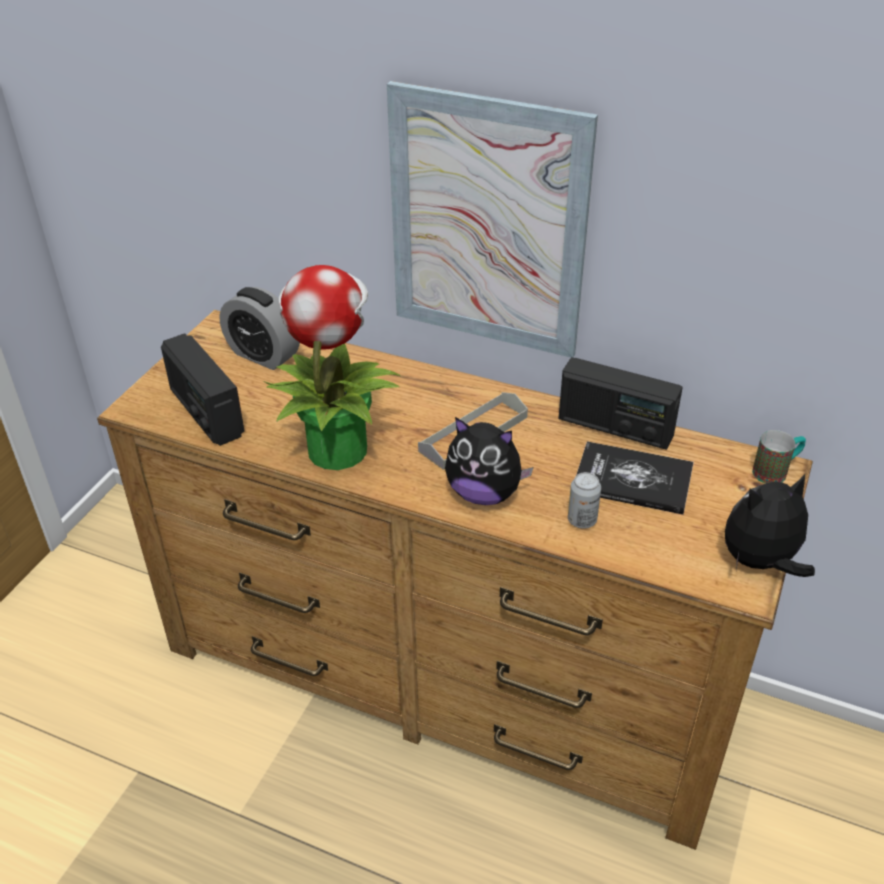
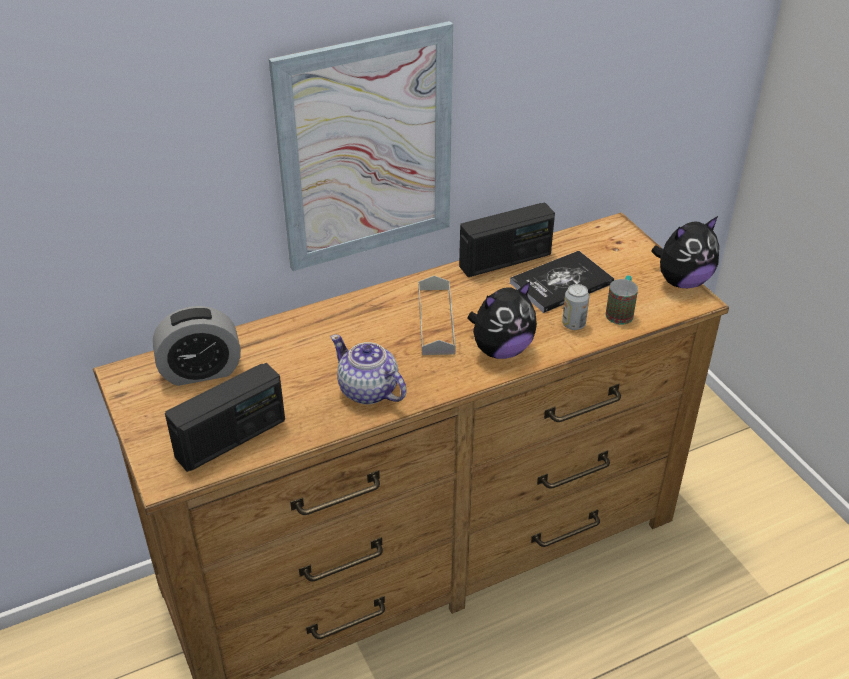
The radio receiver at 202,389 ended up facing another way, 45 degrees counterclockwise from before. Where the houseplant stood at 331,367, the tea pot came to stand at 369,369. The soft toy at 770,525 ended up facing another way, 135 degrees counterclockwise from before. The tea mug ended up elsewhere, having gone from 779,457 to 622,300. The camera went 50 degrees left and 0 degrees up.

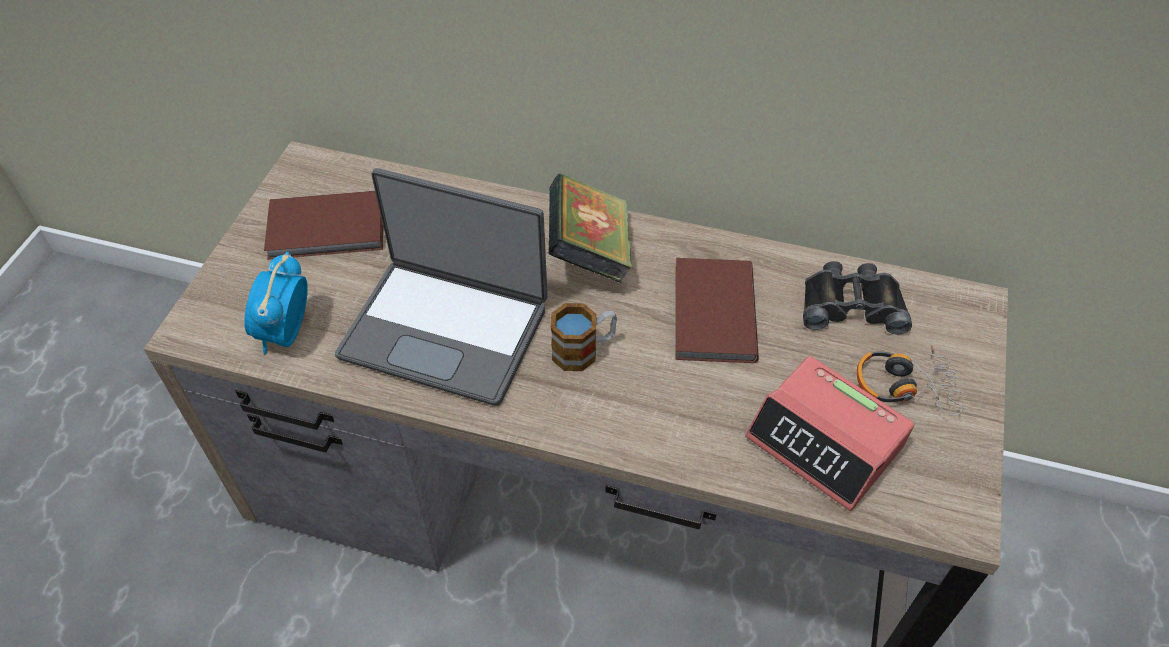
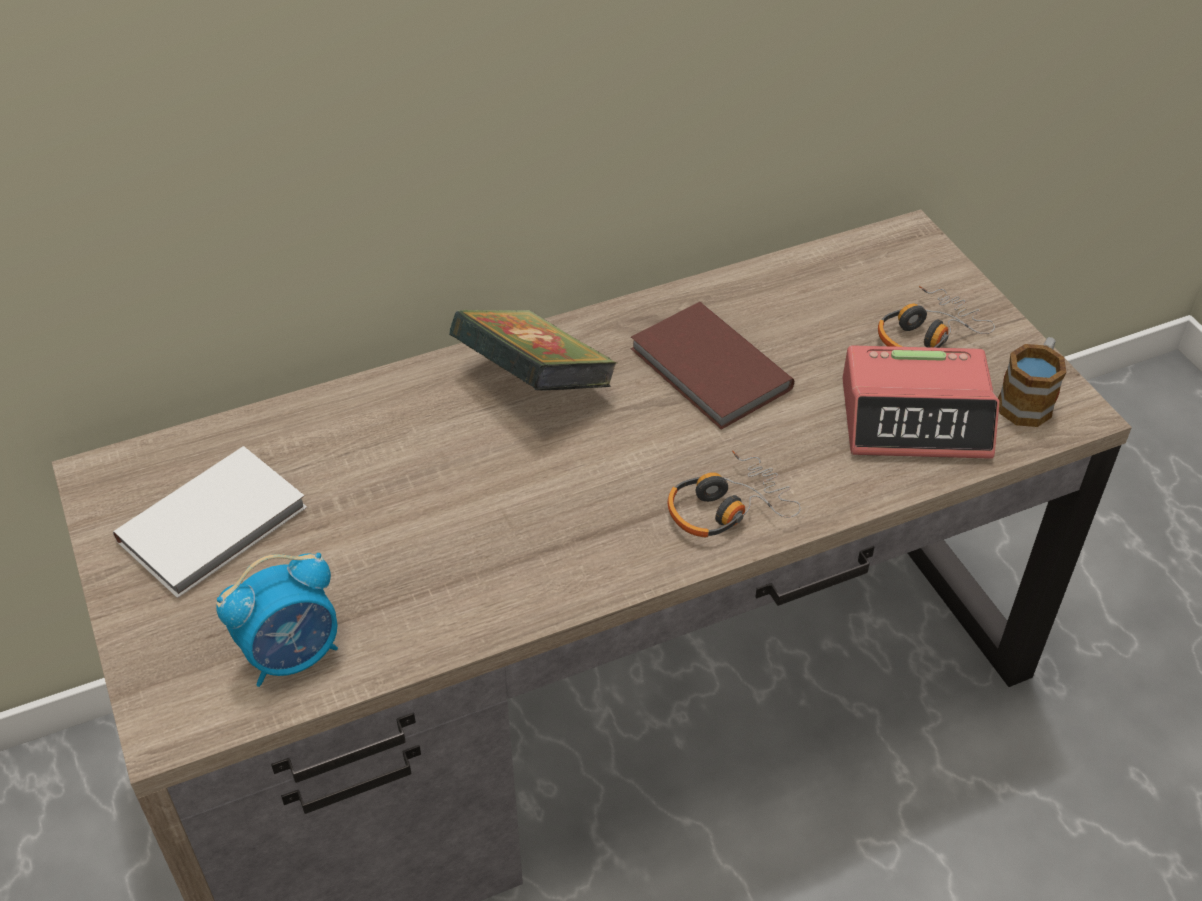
The bedside clock at 276,303 ended up facing another way, 90 degrees counterclockwise from before. What was the bound book (brown-coloured) at 323,225 turned into the bound book (white) at 210,522. The second view lost the laptop at 441,287. The tea mug ended up elsewhere, having gone from 583,337 to 1032,382. The second view lost the pair of binoculars (black) at 857,298. The second view gained the pair of headphones at 734,493. The camera went 40 degrees left and 5 degrees down.

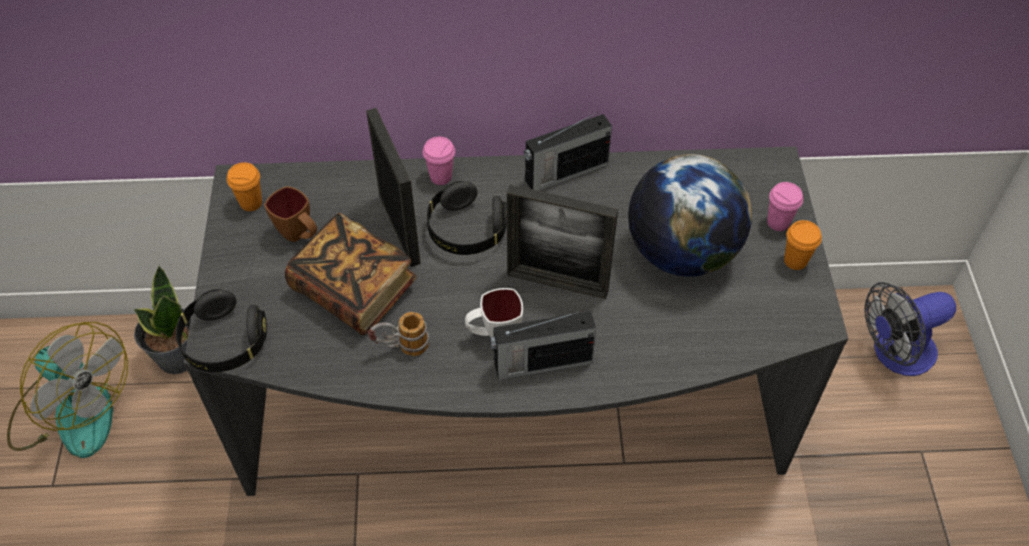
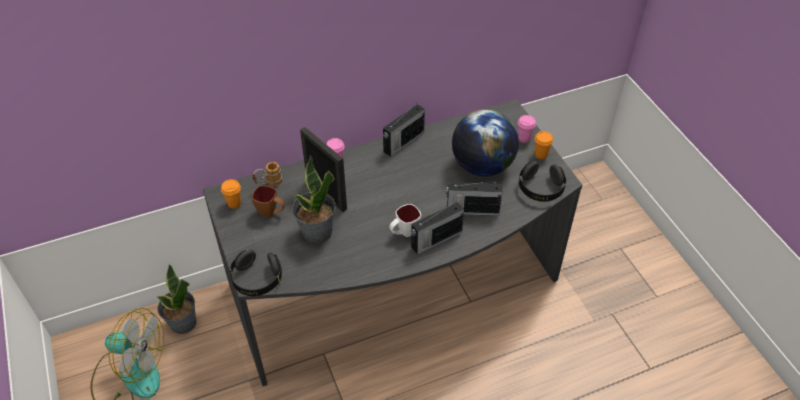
Where the bound book stood at 351,274, the houseplant came to stand at 314,199. The tea mug ended up elsewhere, having gone from 398,334 to 267,174. The pair of headphones (black) ended up elsewhere, having gone from 466,218 to 542,181. The second view lost the photo frame at 562,242. The second view lost the fan at 910,329. The second view gained the radio receiver at 474,198. The camera went 20 degrees left and 5 degrees down.

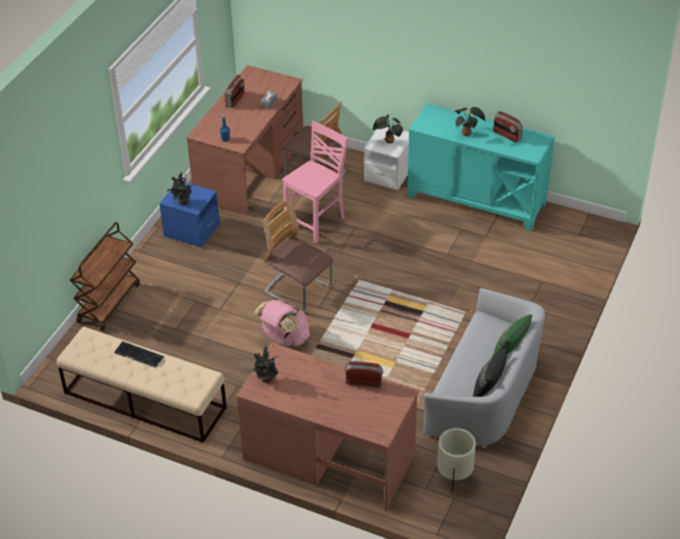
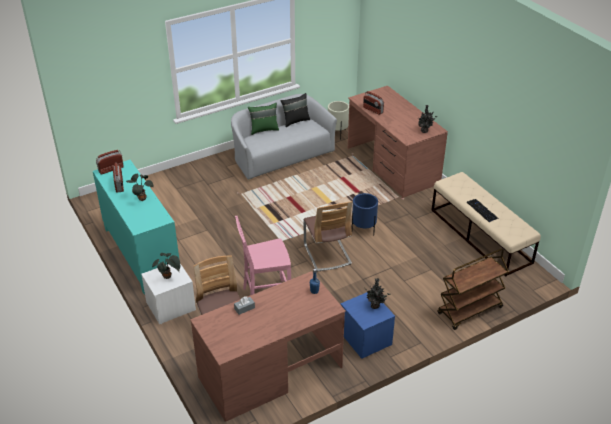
The radio receiver ended up elsewhere, having gone from 235,91 to 110,162. Where the backpack (pink) stood at 282,323, the planter (bluish) came to stand at 365,214. The camera went 145 degrees left and 5 degrees down.

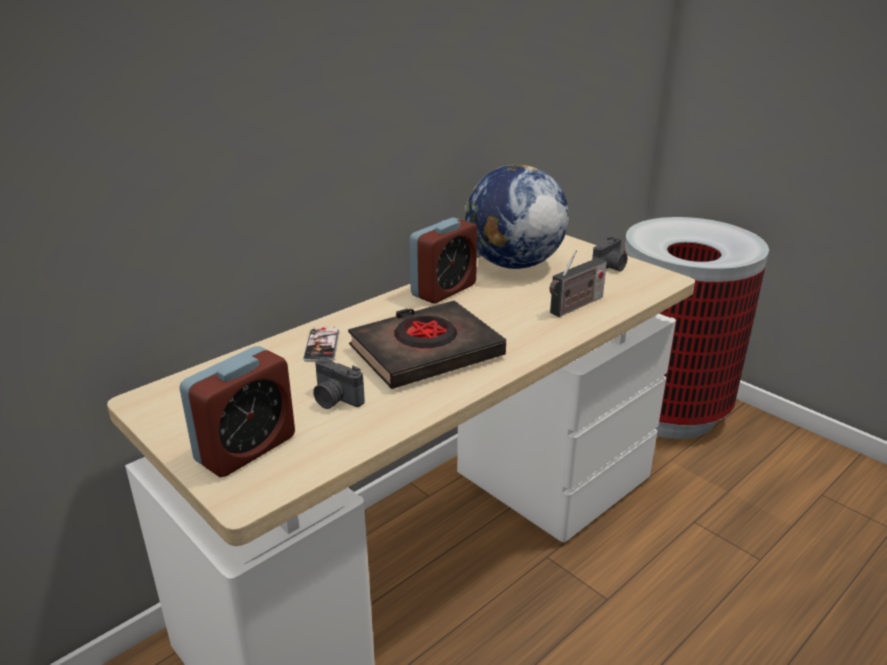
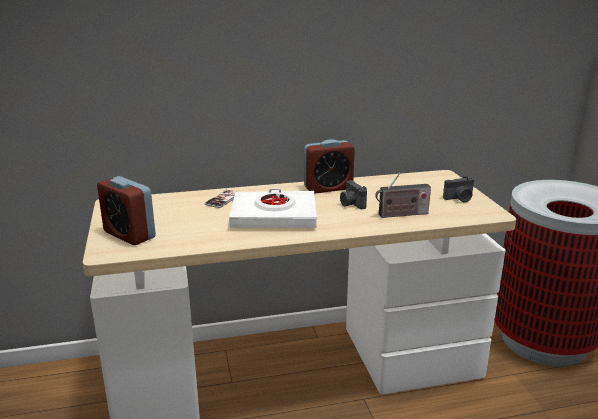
The bedside clock at 237,411 ended up facing another way, 60 degrees clockwise from before. The still camera ended up elsewhere, having gone from 339,383 to 353,194. What was the bound book (black) at 427,344 turned into the bound book (white) at 273,208. The second view lost the world globe at 516,216. The camera went 30 degrees right and 5 degrees down.

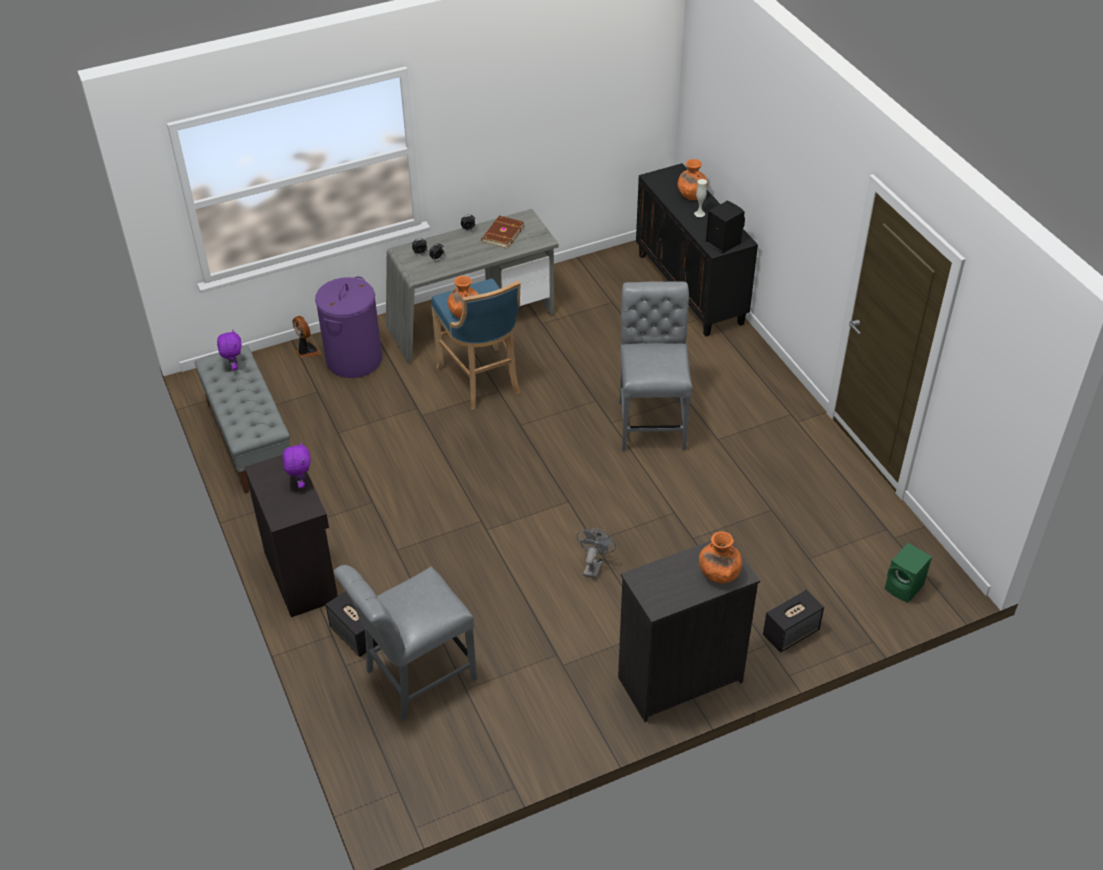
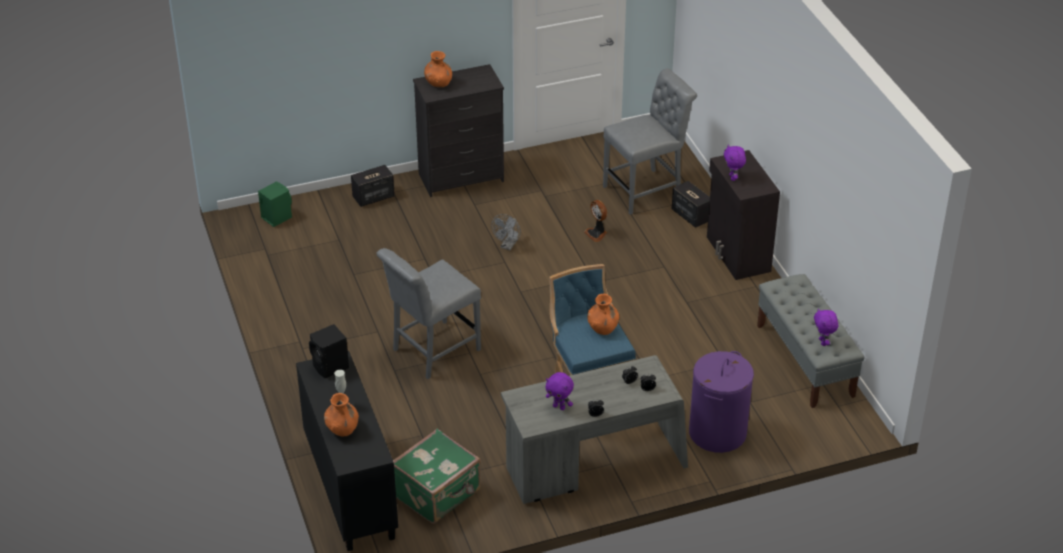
The fan ended up elsewhere, having gone from 306,337 to 595,221. Where the bound book (brown-coloured) stood at 502,232, the soft toy (purple-coloured) came to stand at 560,391. The chair (gray) at 655,366 ended up facing another way, 45 degrees clockwise from before. The second view gained the travel case (greenish) at 437,476. The camera went 175 degrees left and 5 degrees down.

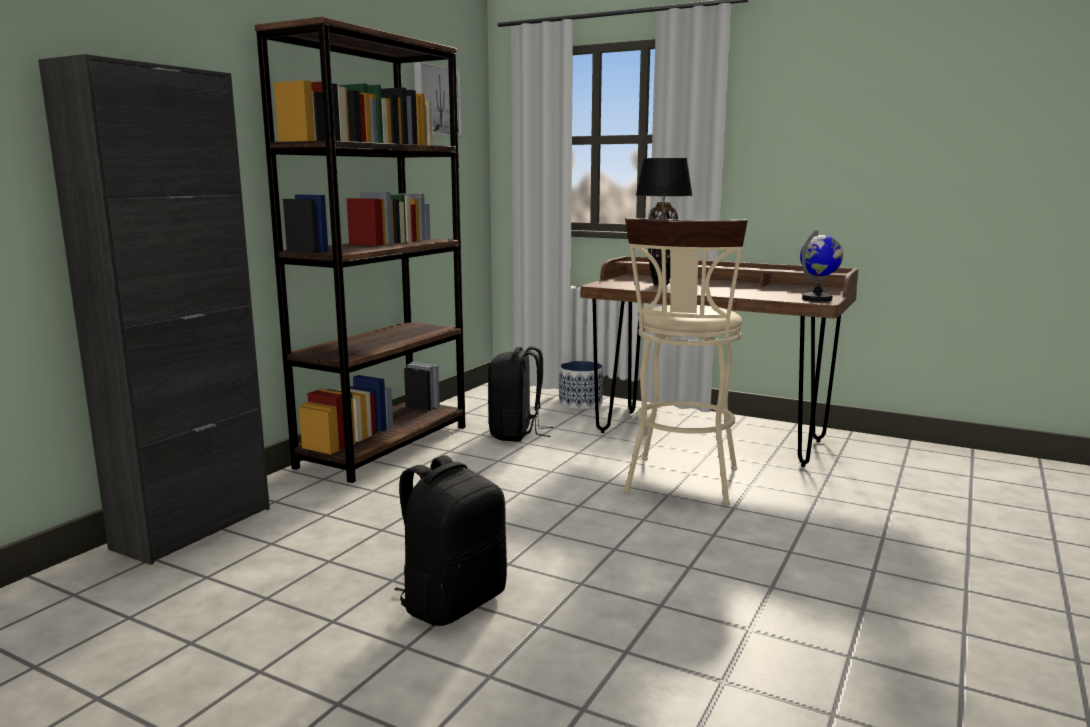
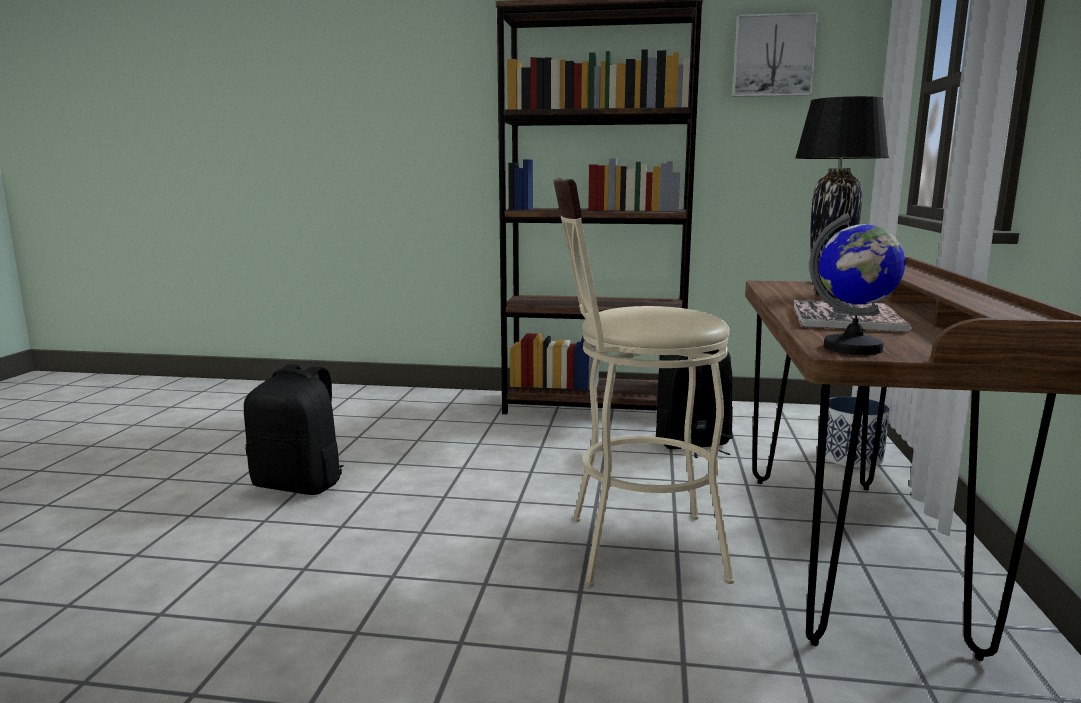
The second view lost the cupboard (black) at 154,309. The second view gained the bound book at 852,316. The camera went 70 degrees right and 0 degrees up.

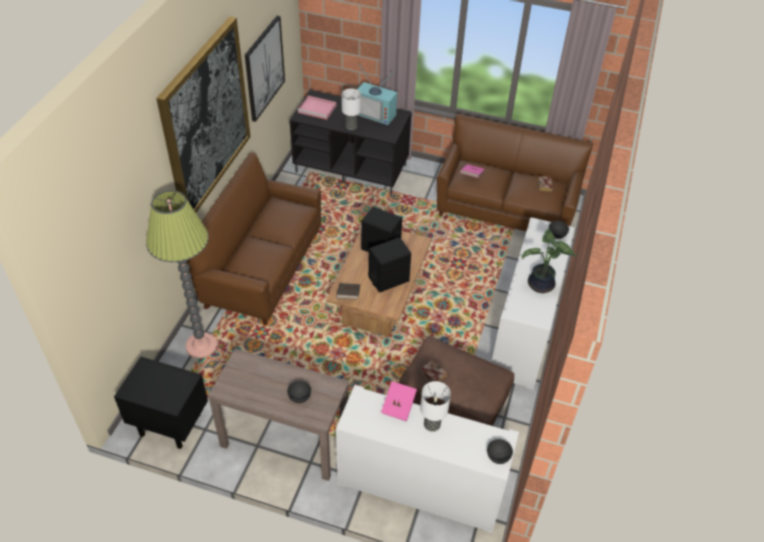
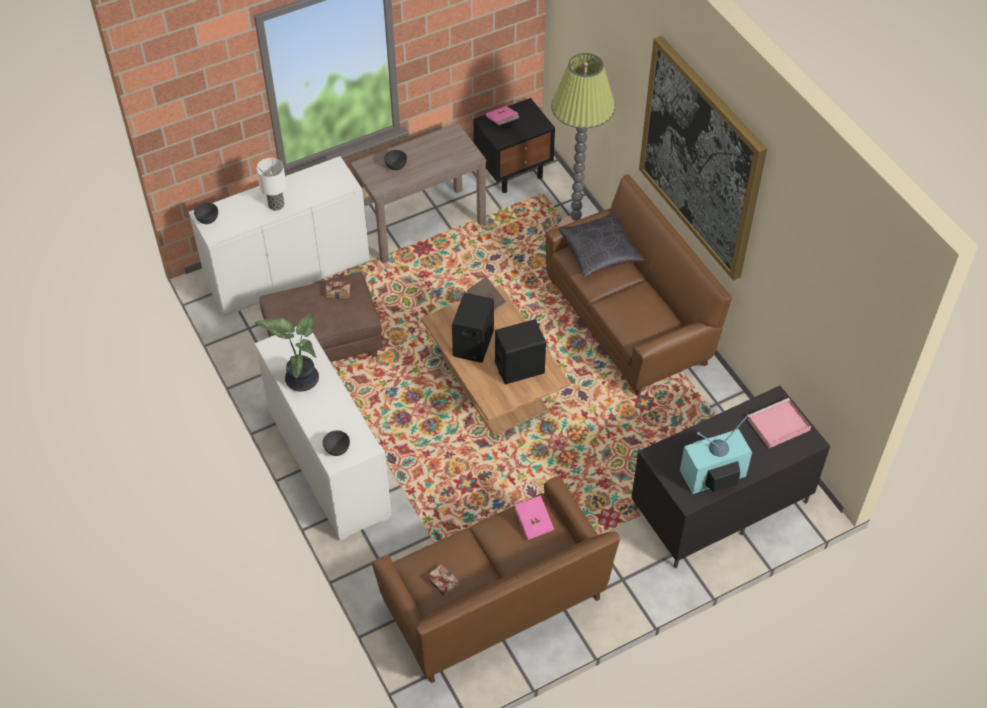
The second view lost the picture at 265,69. The second view lost the table lamp at 351,109. The bound book (pink) ended up elsewhere, having gone from 399,401 to 502,115. The second view gained the cushion (black) at 601,245. The camera went 135 degrees right and 5 degrees up.

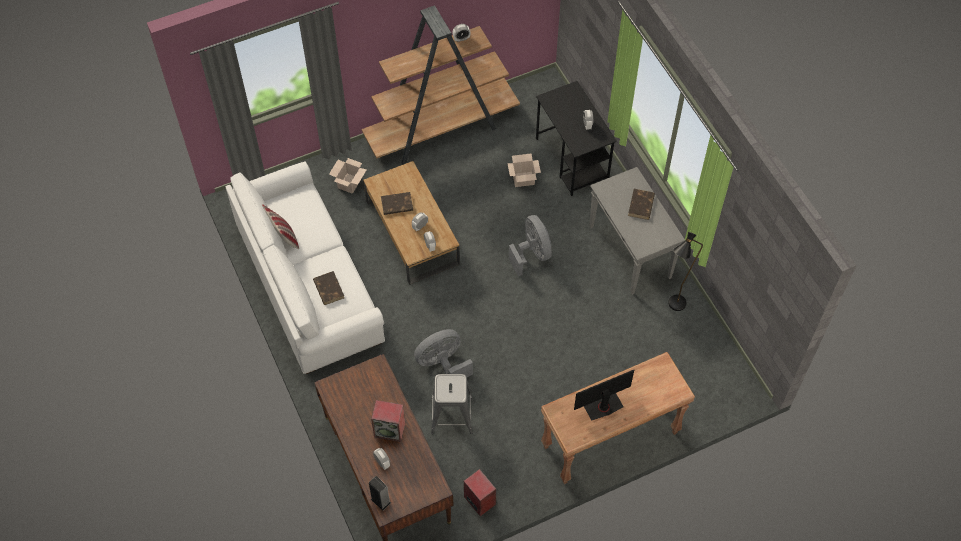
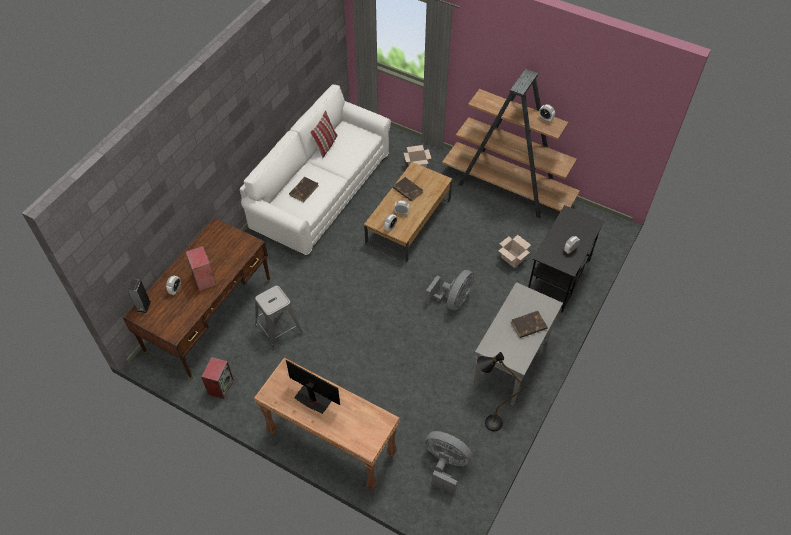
The fan (gray) ended up elsewhere, having gone from 443,357 to 448,463. The camera went 55 degrees right and 5 degrees down.

